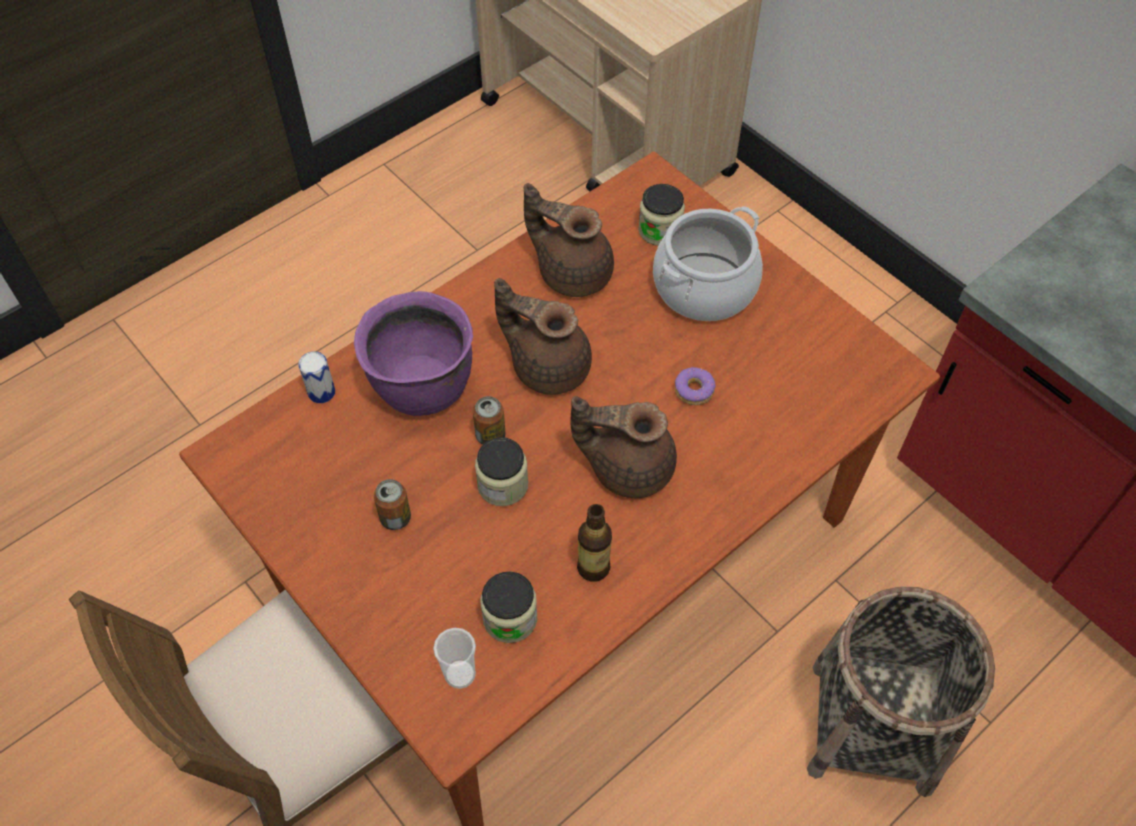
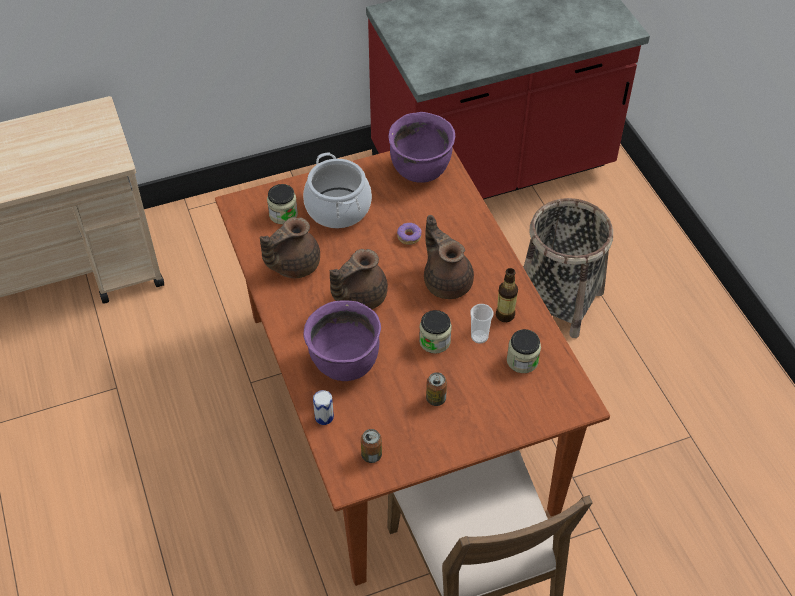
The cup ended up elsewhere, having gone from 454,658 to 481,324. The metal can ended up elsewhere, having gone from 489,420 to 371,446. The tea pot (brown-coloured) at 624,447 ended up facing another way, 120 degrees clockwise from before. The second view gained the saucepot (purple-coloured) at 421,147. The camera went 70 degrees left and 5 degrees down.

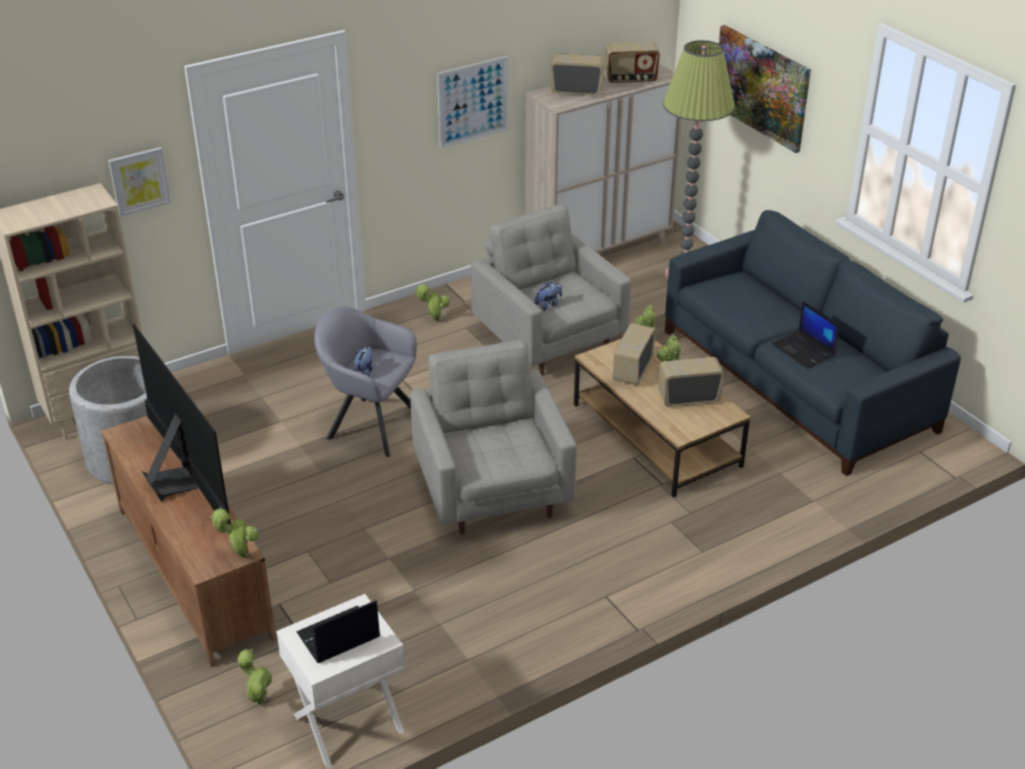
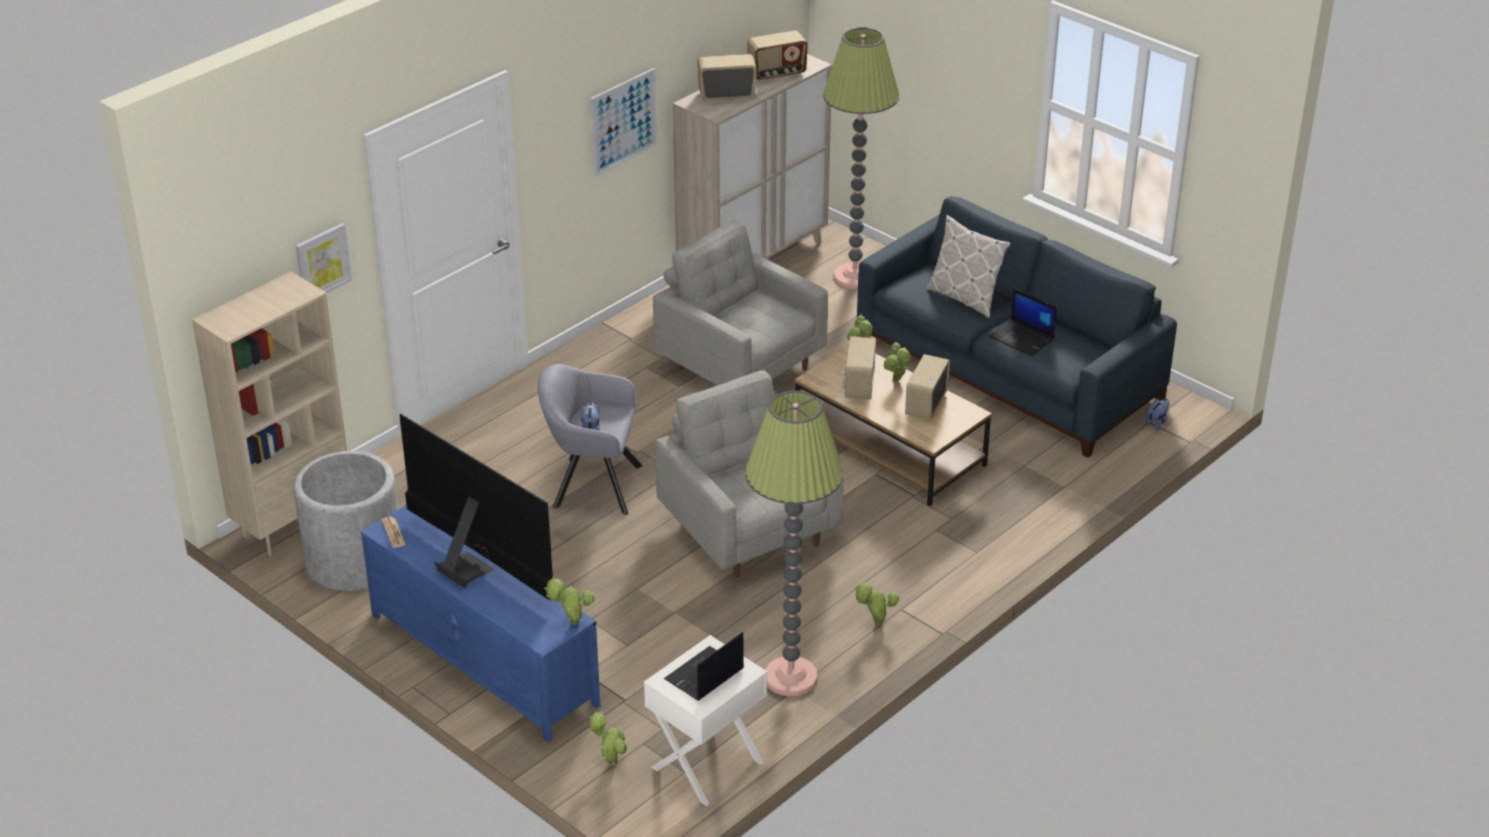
What was the media console (brown-coloured) at 189,541 turned into the media console (bluish) at 480,623. The houseplant ended up elsewhere, having gone from 432,302 to 876,603. The soft toy ended up elsewhere, having gone from 548,296 to 1156,414. The radio receiver at 691,382 ended up facing another way, 45 degrees counterclockwise from before. The second view lost the picture at 765,89. The second view gained the daily paper at 394,532. The second view gained the standing lamp at 794,543. The second view gained the cushion at 968,266. The camera went 15 degrees left and 0 degrees up.

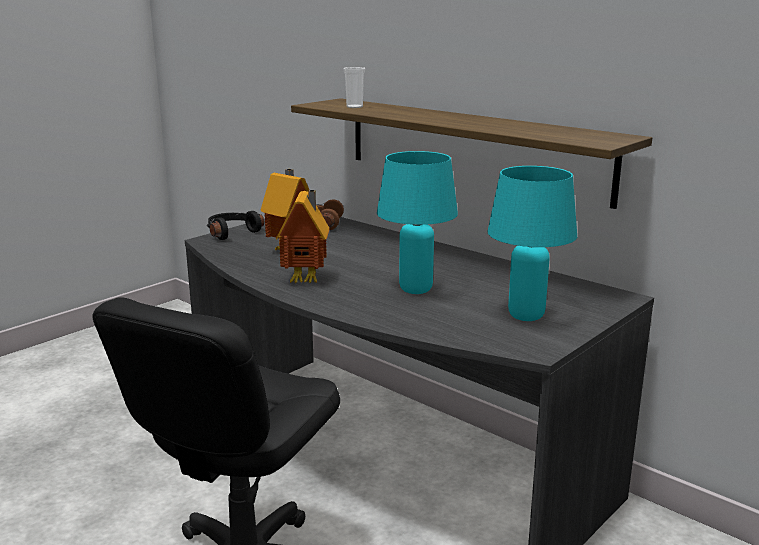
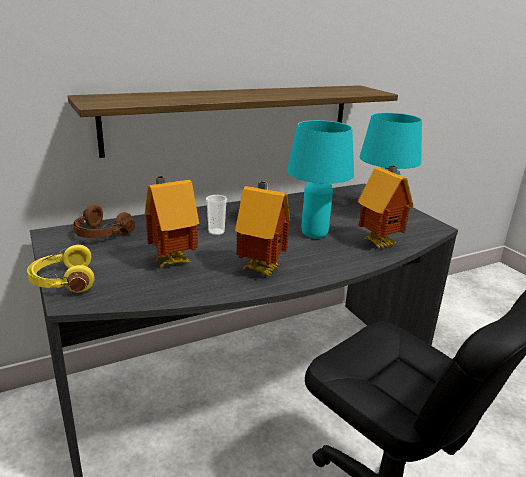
What was the pair of headphones (black) at 235,225 turned into the pair of headphones (yellowish) at 61,268. The cup ended up elsewhere, having gone from 354,87 to 216,215. The second view gained the toy house at 386,207. The camera went 70 degrees left and 5 degrees up.

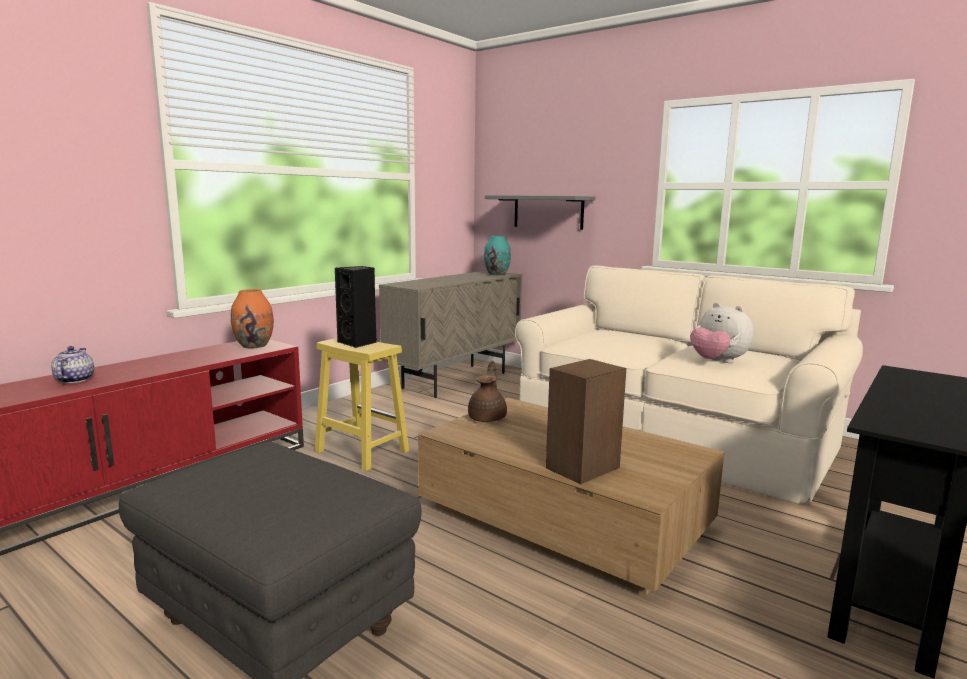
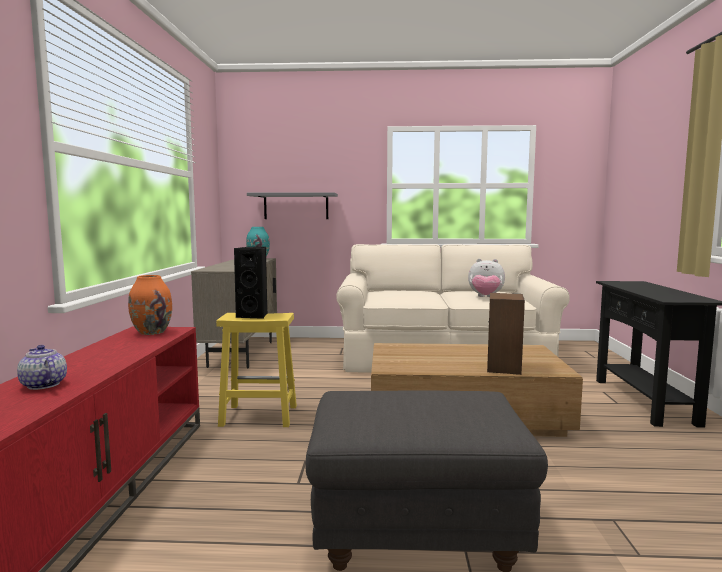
The second view lost the tea pot (brown-coloured) at 487,391. The camera went 35 degrees left and 5 degrees down.

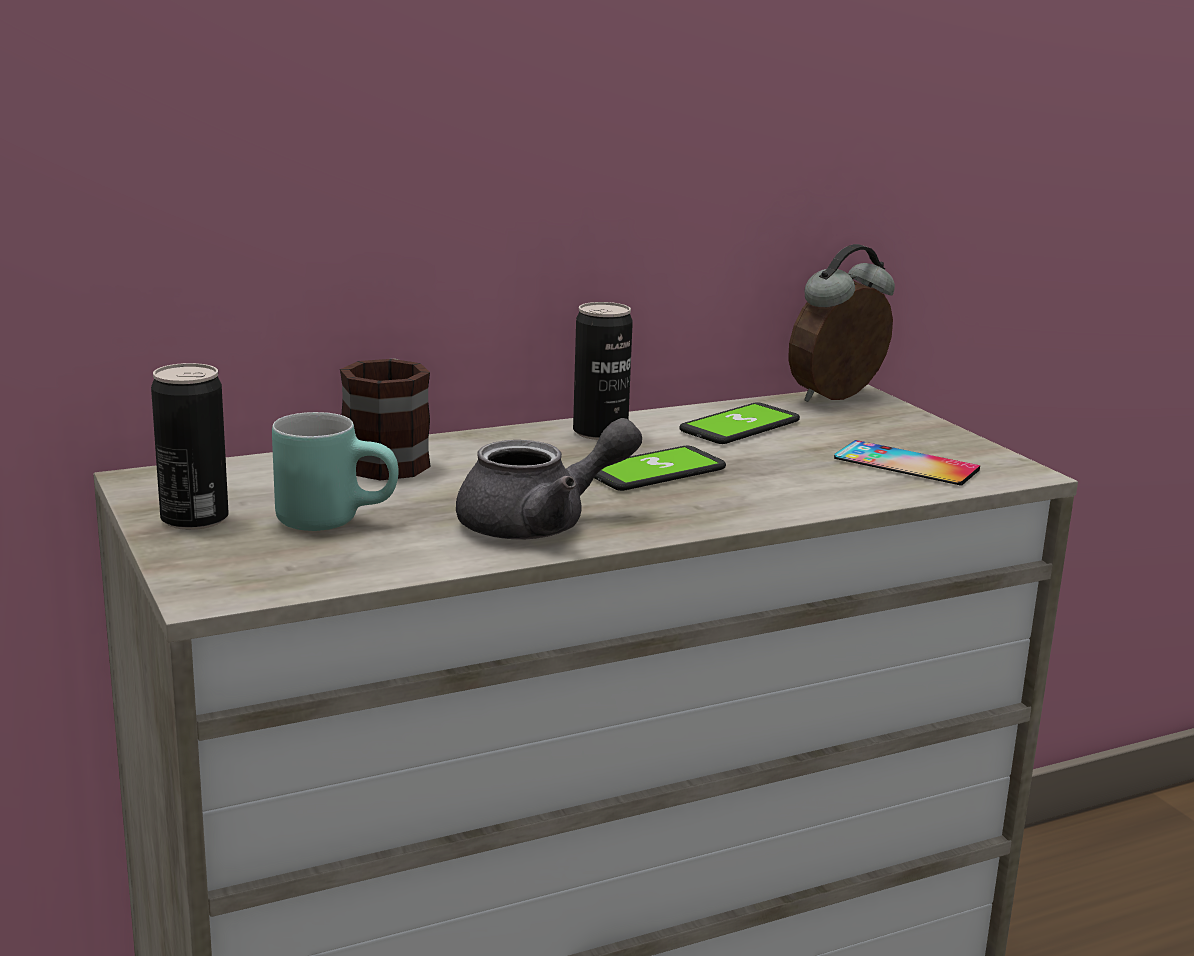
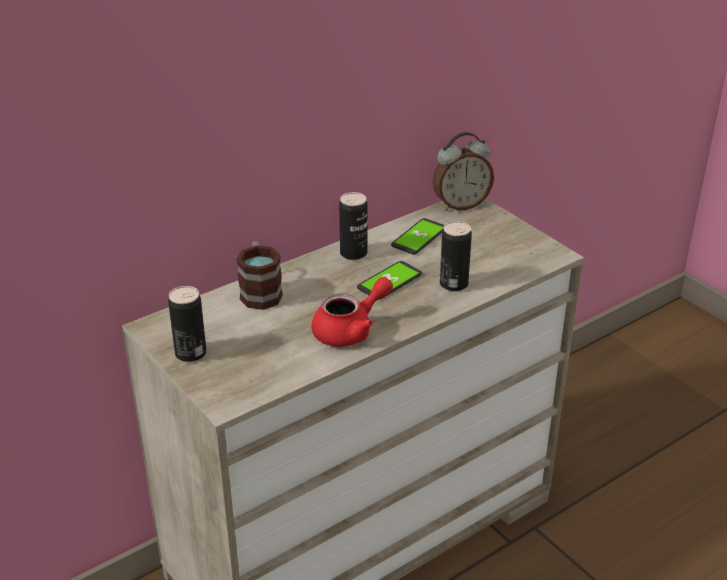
The second view lost the tea mug (turquoise) at 335,471. What was the tea pot (gray) at 549,478 turned into the tea pot (red) at 352,312. The bedside clock at 841,323 ended up facing another way, 150 degrees counterclockwise from before. The second view lost the telephone at 907,462. The second view gained the metal can at 456,256. The camera went 10 degrees left and 15 degrees up.

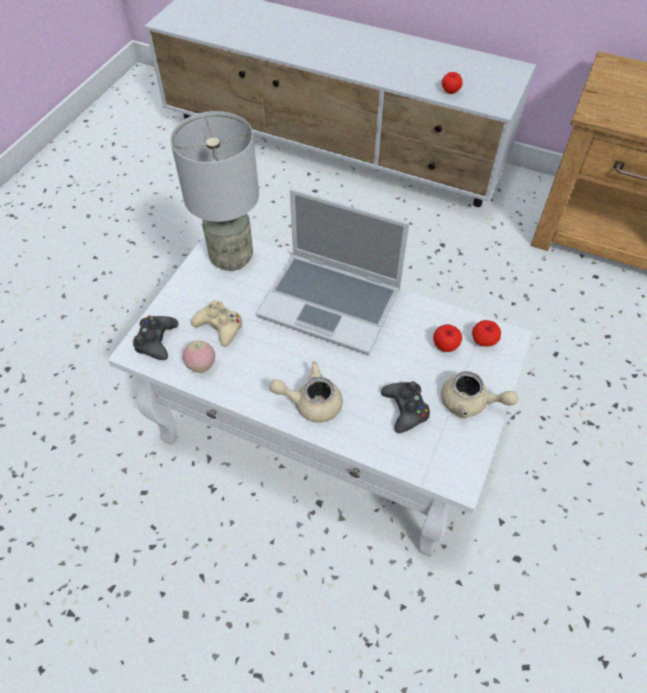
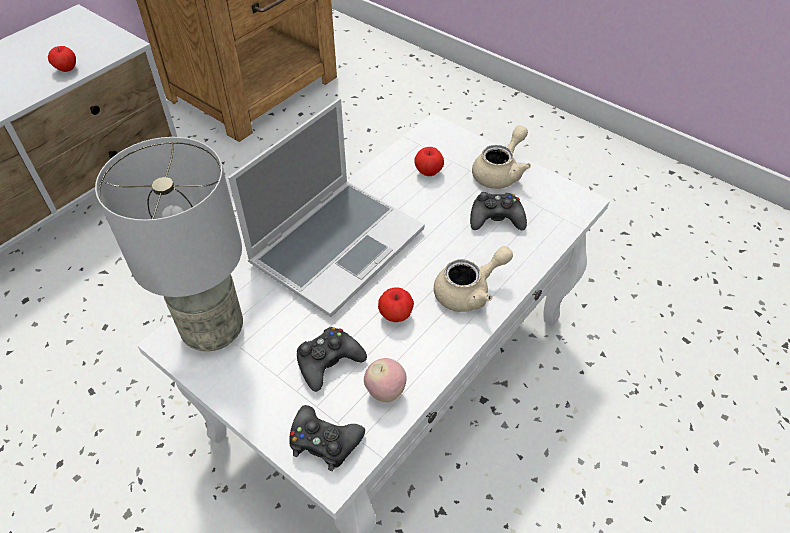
What was the joypad (sand-coloured) at 216,323 turned into the joypad (black) at 332,359. The tea pot (sand-coloured) at 306,392 ended up facing another way, 135 degrees counterclockwise from before. The apple ended up elsewhere, having gone from 486,333 to 396,305. The camera went 75 degrees left and 5 degrees down.

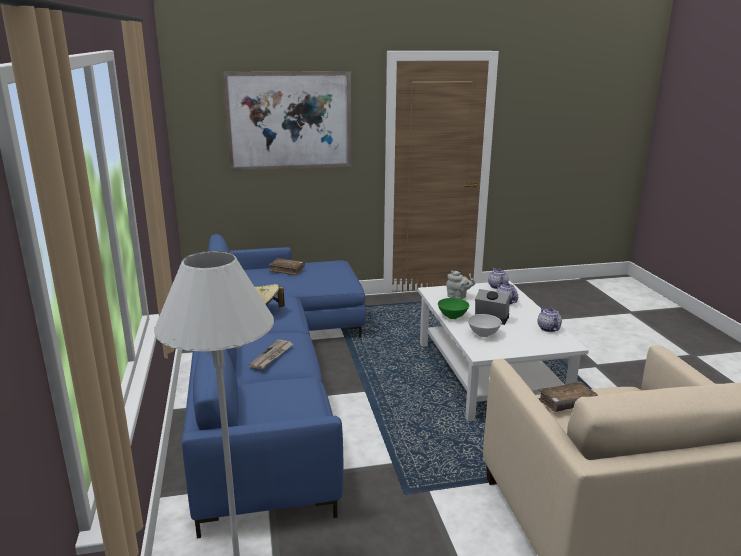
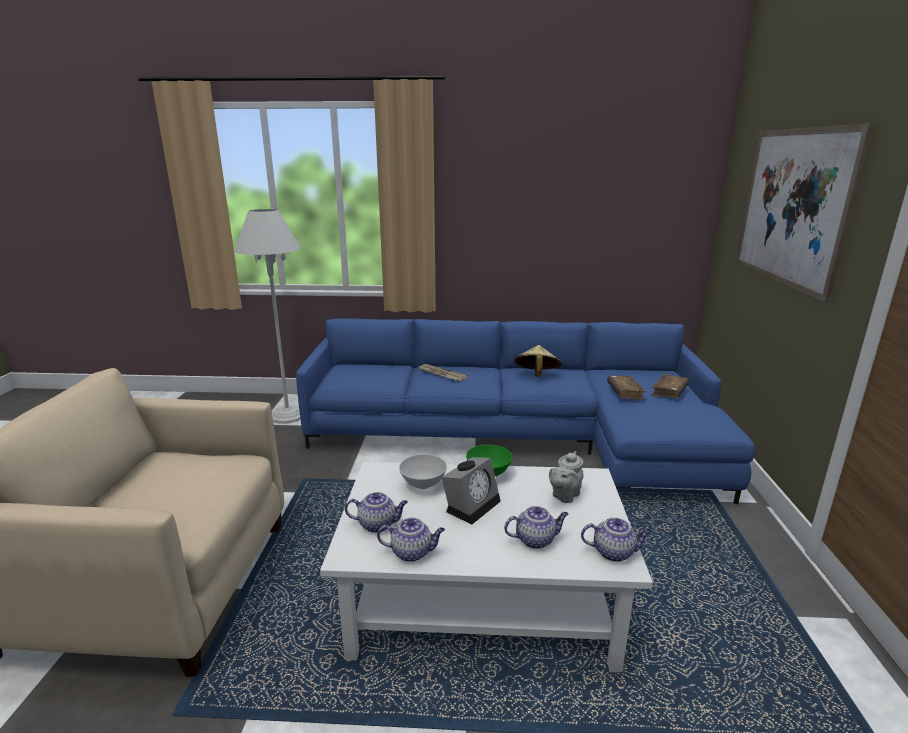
The bound book (brown-coloured) ended up elsewhere, having gone from 568,396 to 626,387. The second view gained the tea pot at 376,512. The camera went 105 degrees right and 0 degrees up.

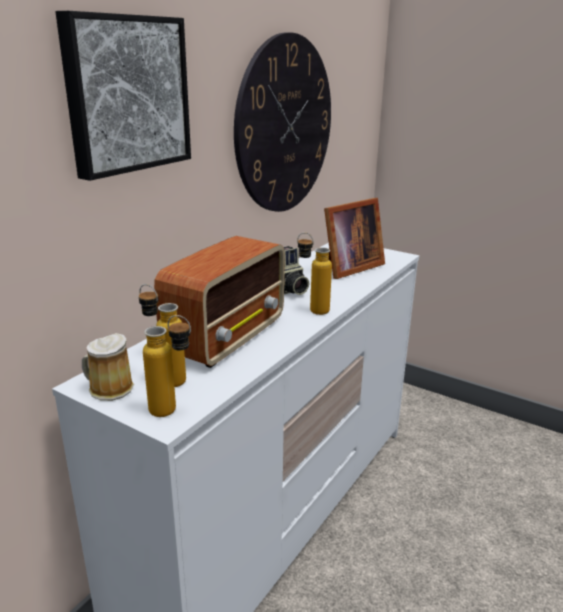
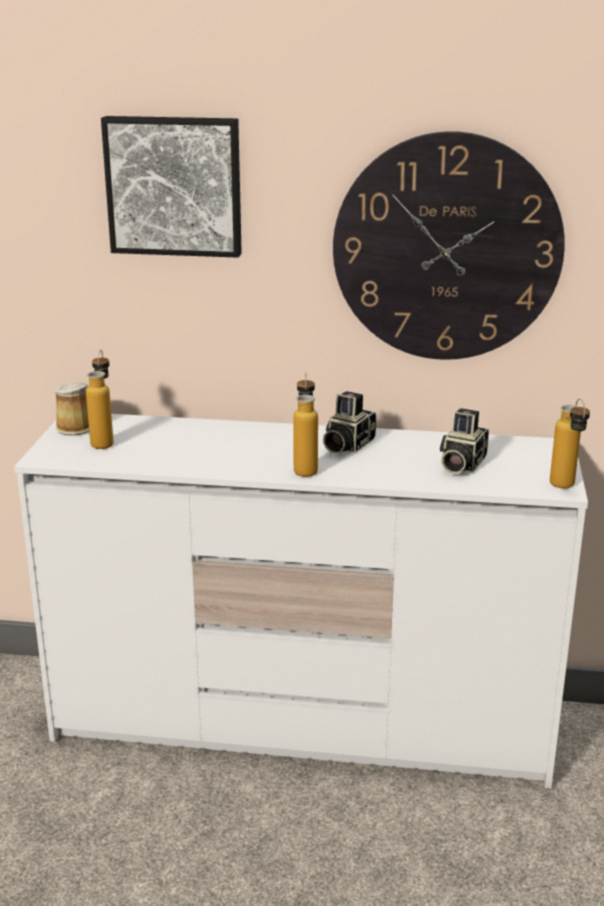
The beverage bottle ended up elsewhere, having gone from 167,366 to 570,443. The second view lost the radio receiver at 219,302. Where the photo frame stood at 354,238, the still camera came to stand at 464,441. The camera went 65 degrees right and 0 degrees up.

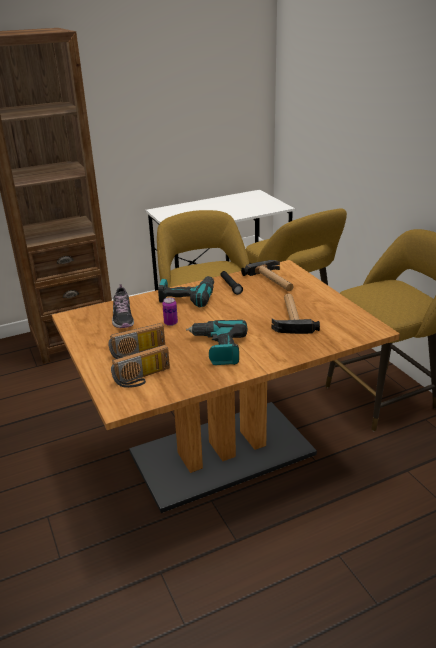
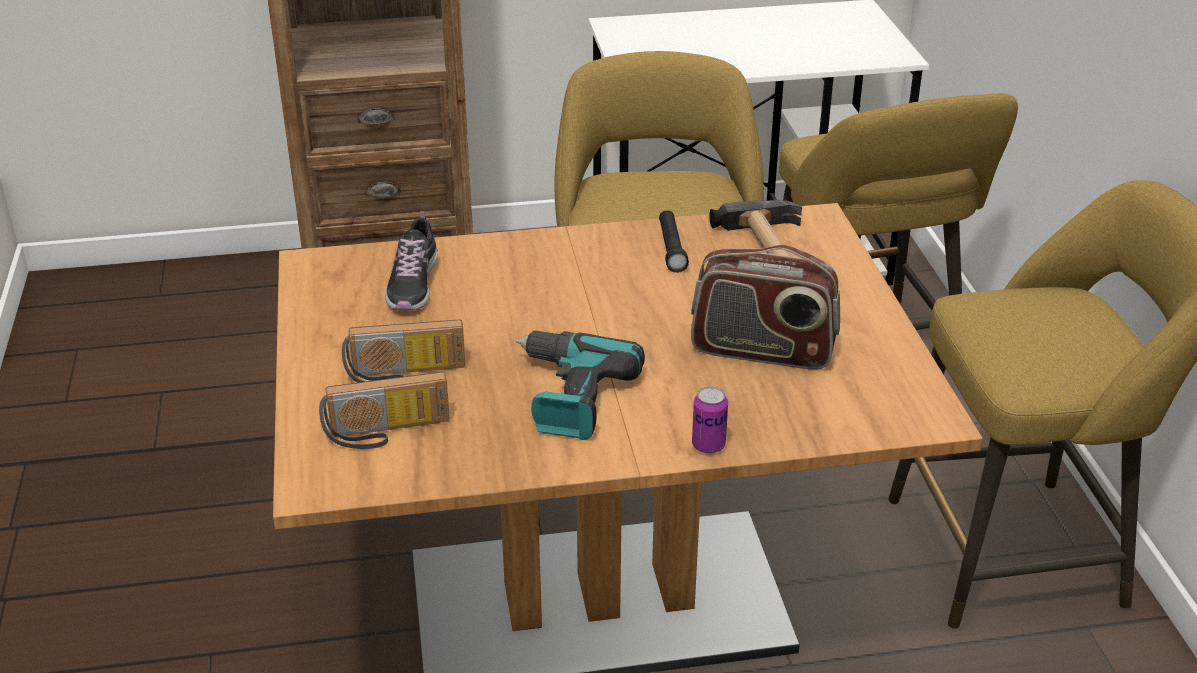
The second view lost the electric drill at 186,291. The metal can ended up elsewhere, having gone from 170,311 to 710,419. Where the hammer stood at 296,313, the radio receiver came to stand at 765,307. The camera went 15 degrees right and 5 degrees up.

